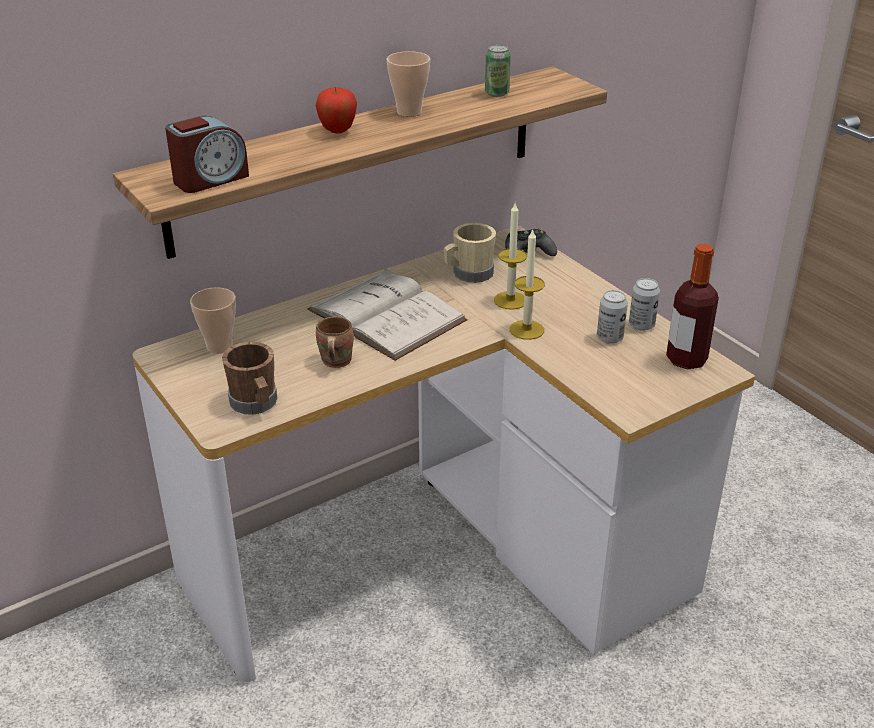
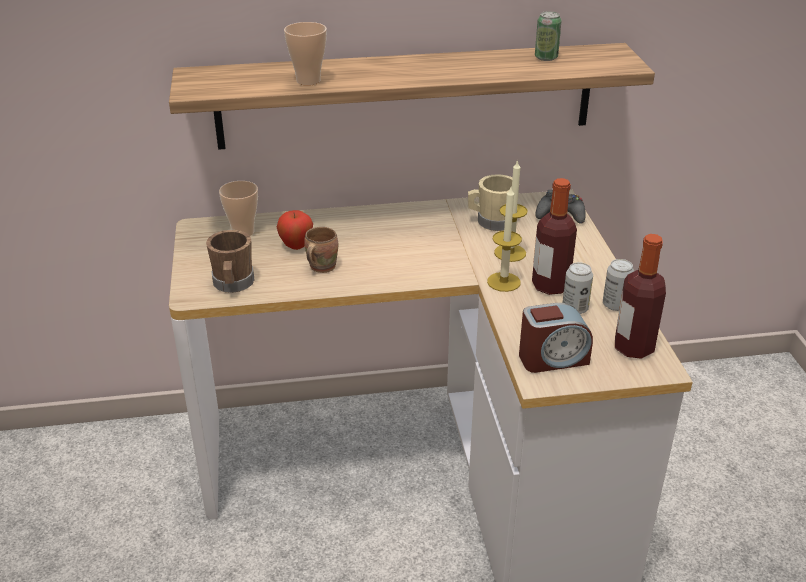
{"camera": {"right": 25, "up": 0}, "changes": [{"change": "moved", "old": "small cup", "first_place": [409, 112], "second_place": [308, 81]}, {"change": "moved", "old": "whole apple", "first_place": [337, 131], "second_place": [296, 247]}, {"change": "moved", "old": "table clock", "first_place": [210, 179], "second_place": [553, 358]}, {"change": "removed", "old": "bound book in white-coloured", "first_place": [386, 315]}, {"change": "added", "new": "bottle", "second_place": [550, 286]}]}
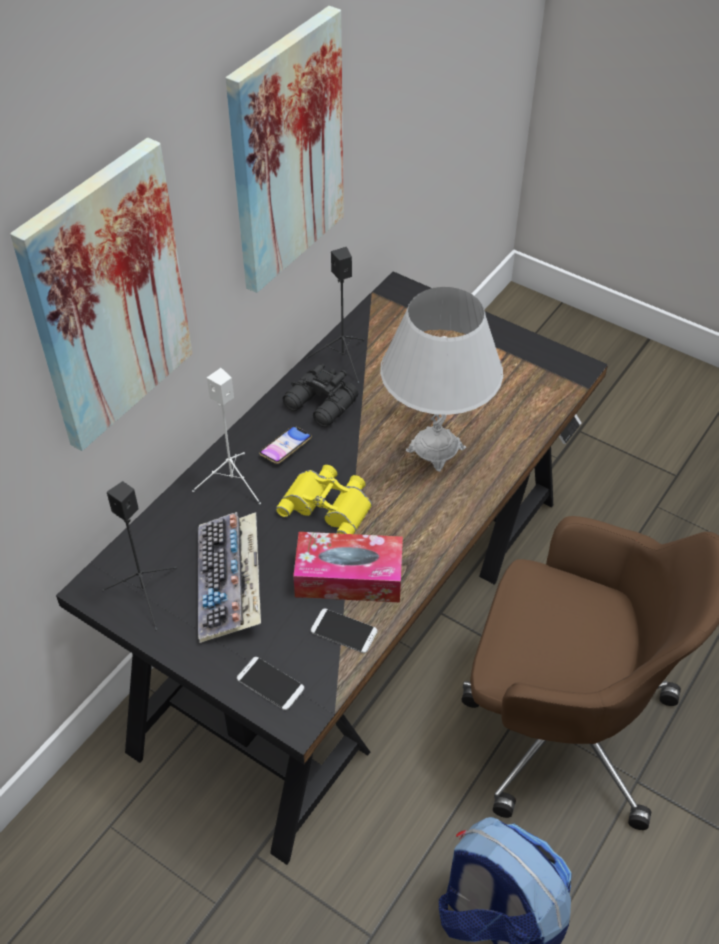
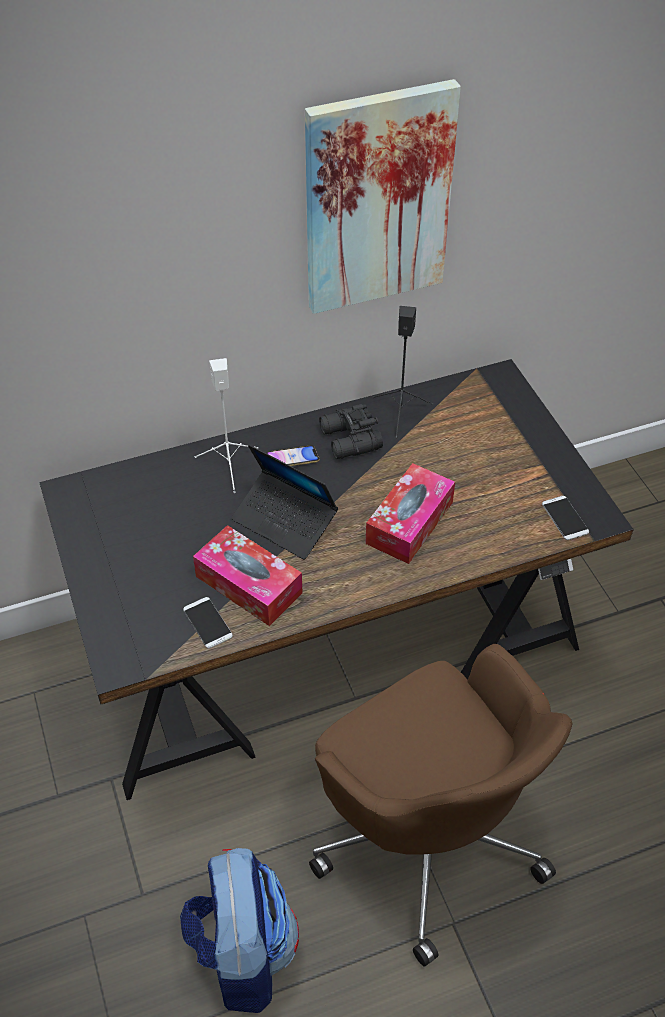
{"camera": {"right": 35, "up": 0}, "changes": [{"change": "removed", "old": "wall picture", "first_place": [106, 298]}, {"change": "replaced", "old": "tabletop lamp in white-coloured", "new": "tissue holder", "first_place": [435, 449], "second_place": [409, 522]}, {"change": "replaced", "old": "binoculars in yellow-coloured", "new": "laptop", "first_place": [329, 505], "second_place": [284, 521]}, {"change": "removed", "old": "speaker in black-coloured", "first_place": [145, 596]}, {"change": "removed", "old": "keyboard", "first_place": [230, 584]}, {"change": "moved", "old": "telephone", "first_place": [270, 684], "second_place": [565, 518]}]}
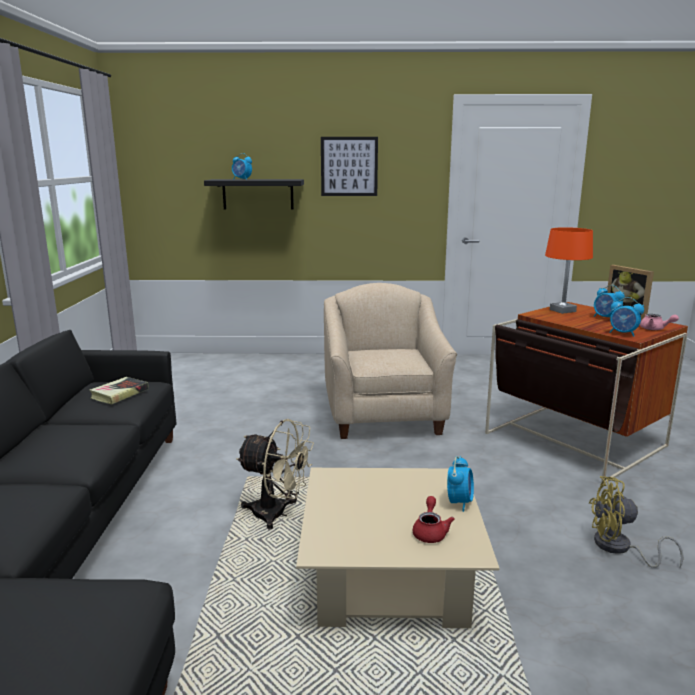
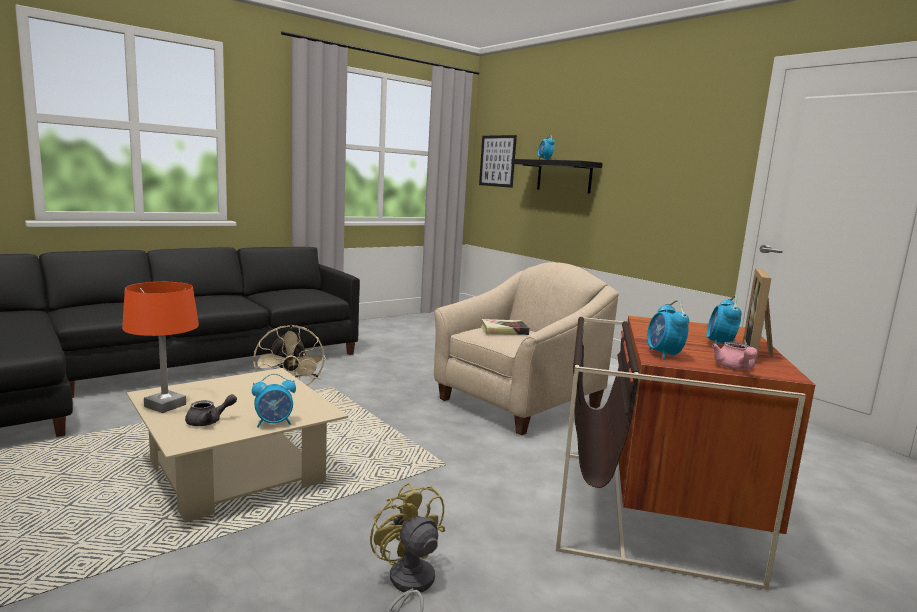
{"camera": {"right": 50, "up": -5}, "changes": [{"change": "moved", "old": "wall picture", "first_place": [349, 166], "second_place": [497, 161]}, {"change": "moved", "old": "tabletop lamp in orangey", "first_place": [562, 310], "second_place": [165, 405]}, {"change": "moved", "old": "bound book", "first_place": [119, 394], "second_place": [504, 331]}, {"change": "recoloured", "old": "teapot in red-coloured", "new": "teapot in greyish", "first_place": [430, 532], "second_place": [209, 421]}]}
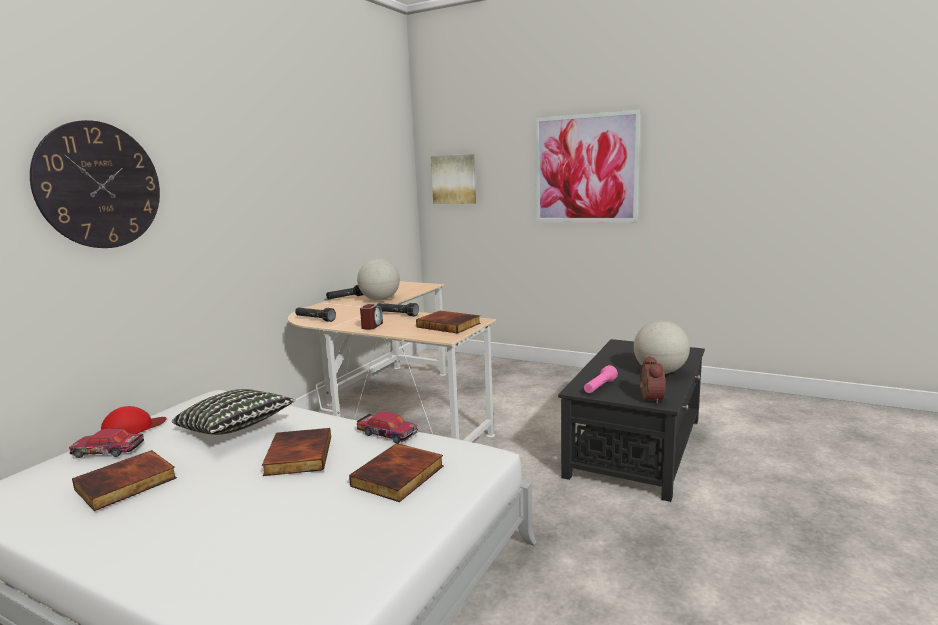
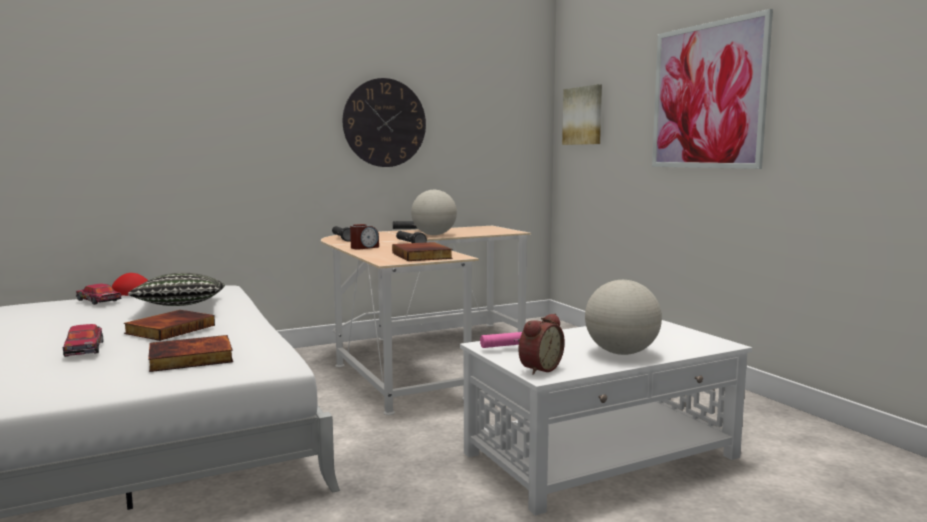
{"camera": {"right": 35, "up": -5}, "changes": [{"change": "moved", "old": "clock on the wall", "first_place": [99, 185], "second_place": [384, 123]}, {"change": "recoloured", "old": "lounge table in black-coloured", "new": "lounge table in white-coloured", "first_place": [636, 446], "second_place": [602, 455]}, {"change": "moved", "old": "toy car", "first_place": [387, 433], "second_place": [84, 348]}, {"change": "removed", "old": "bound book", "first_place": [126, 484]}]}
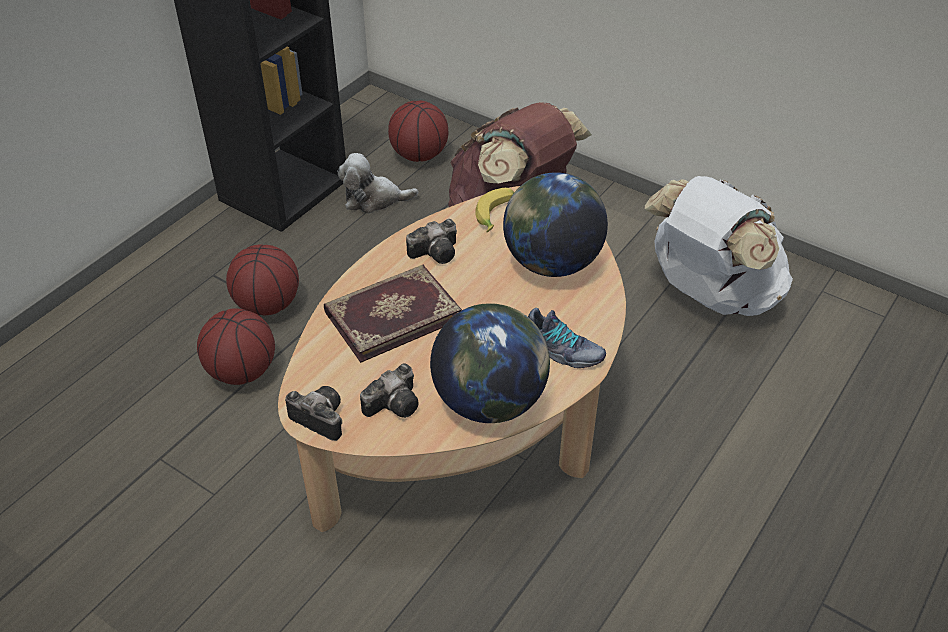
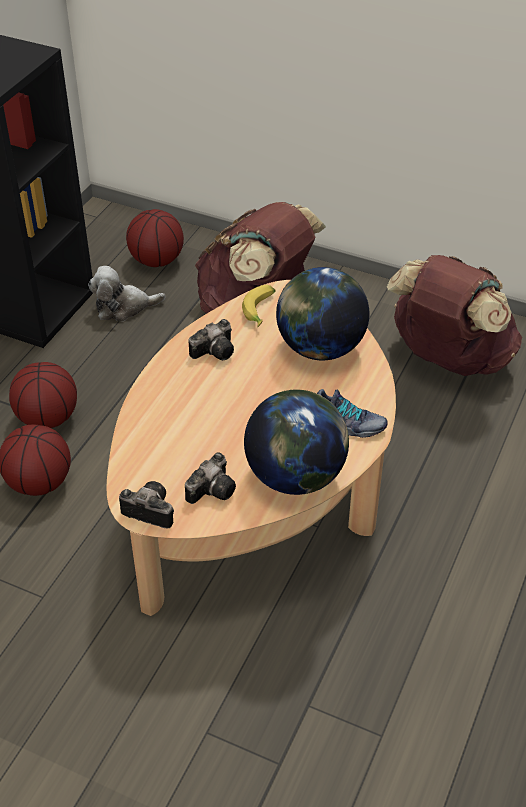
{"camera": {"right": -10, "up": 0}, "changes": [{"change": "recoloured", "old": "knapsack in white-coloured", "new": "knapsack in brown", "first_place": [709, 294], "second_place": [448, 359]}, {"change": "removed", "old": "bound book", "first_place": [391, 314]}]}
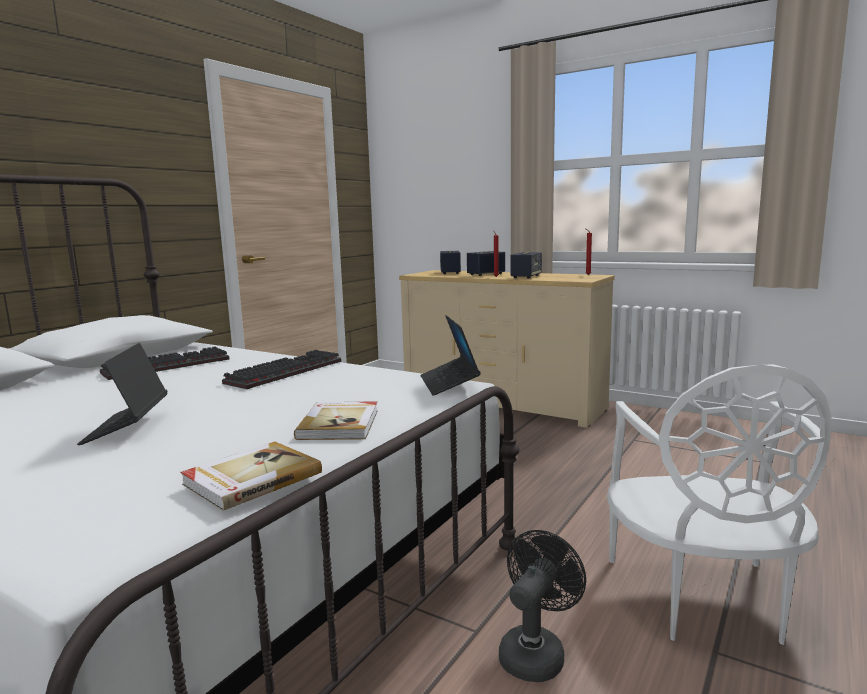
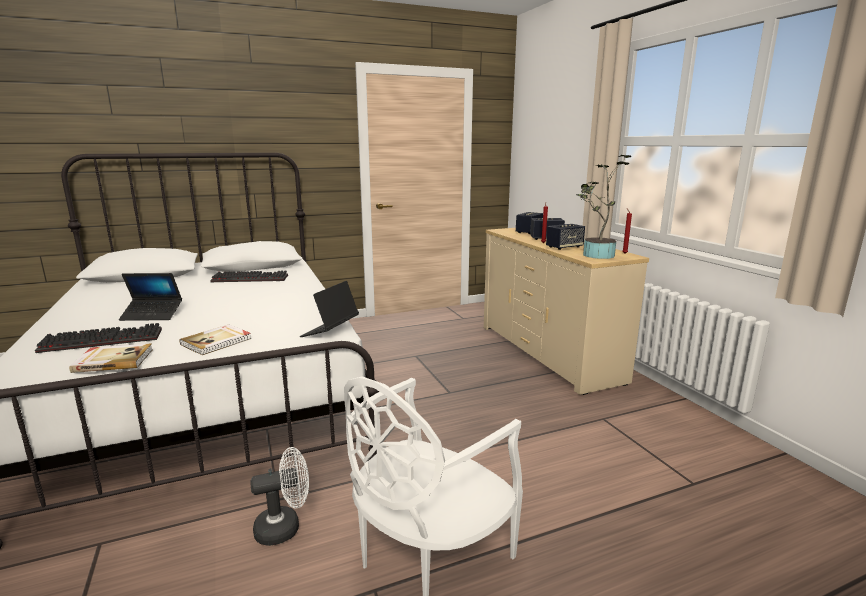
{"camera": {"right": 35, "up": 5}, "changes": [{"change": "turned", "old": "laptop", "first_place": [127, 427], "second_place": [152, 315], "degrees": -120}, {"change": "moved", "old": "keyboard", "first_place": [285, 371], "second_place": [105, 340]}, {"change": "recoloured", "old": "fan in black-coloured", "new": "fan in white-coloured", "first_place": [535, 652], "second_place": [285, 527]}, {"change": "added", "new": "potted plant", "second_place": [596, 256]}]}
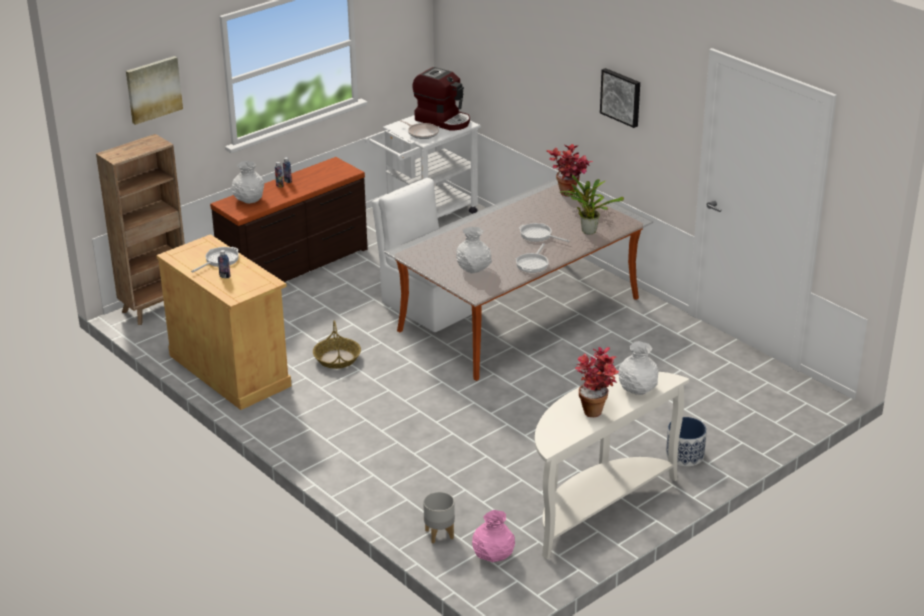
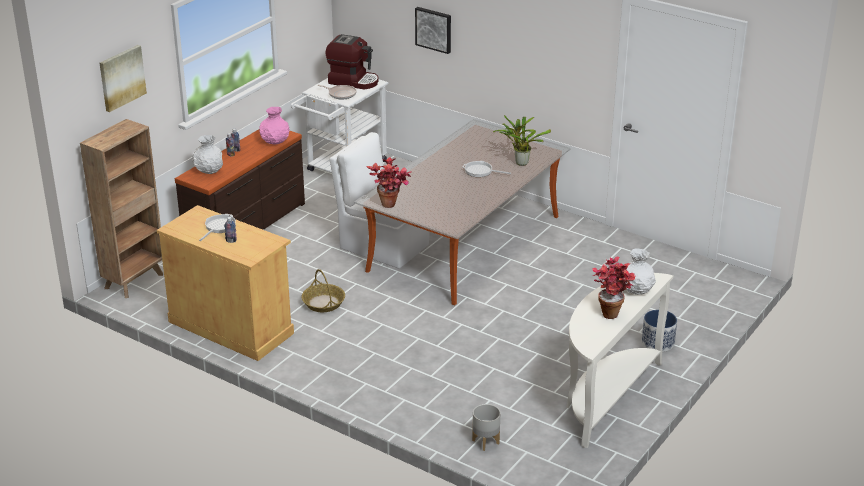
{"camera": {"right": -15, "up": 0}, "changes": [{"change": "moved", "old": "wall picture", "first_place": [621, 97], "second_place": [434, 29]}, {"change": "moved", "old": "potted plant", "first_place": [569, 196], "second_place": [391, 207]}, {"change": "removed", "old": "vase in white-coloured", "first_place": [474, 269]}, {"change": "removed", "old": "pan", "first_place": [533, 264]}, {"change": "moved", "old": "vase in pink-coloured", "first_place": [492, 556], "second_place": [274, 141]}]}
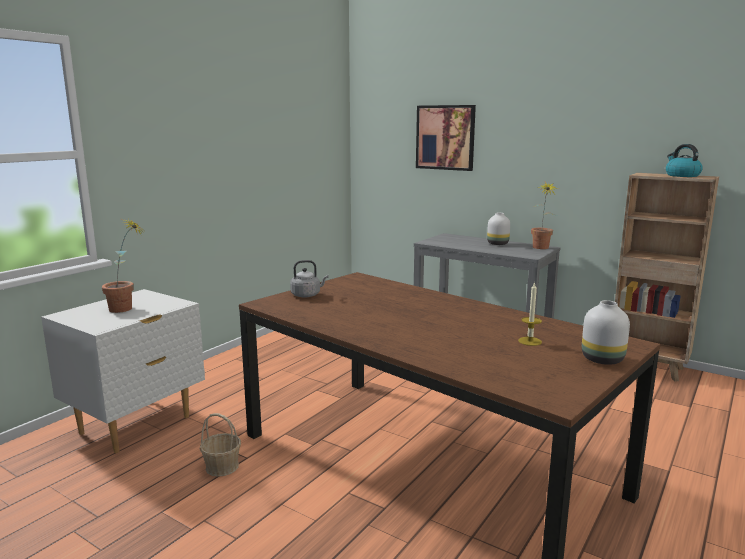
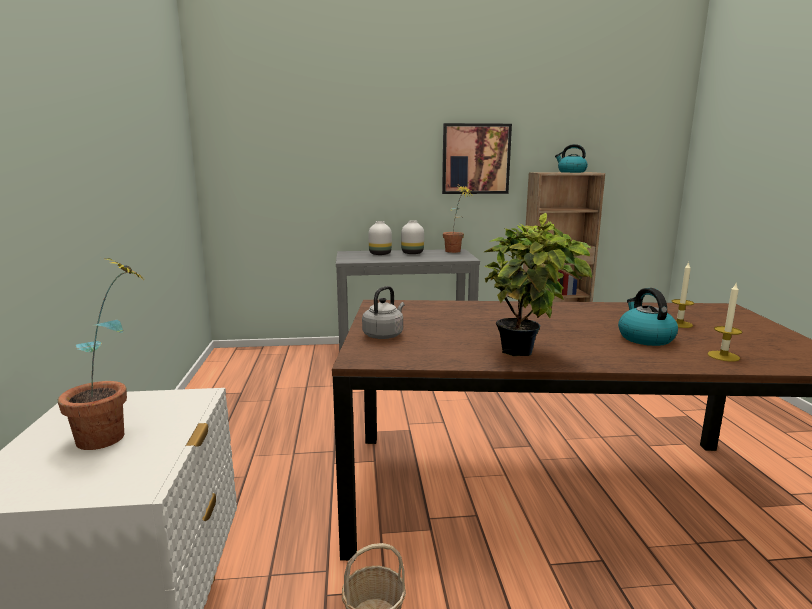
{"camera": {"right": -40, "up": 0}, "changes": [{"change": "moved", "old": "wall picture", "first_place": [445, 137], "second_place": [475, 159]}, {"change": "moved", "old": "vase in white-coloured", "first_place": [602, 359], "second_place": [379, 254]}, {"change": "added", "new": "potted plant", "second_place": [526, 353]}, {"change": "added", "new": "wax light", "second_place": [723, 356]}, {"change": "added", "new": "water kettle", "second_place": [644, 338]}]}
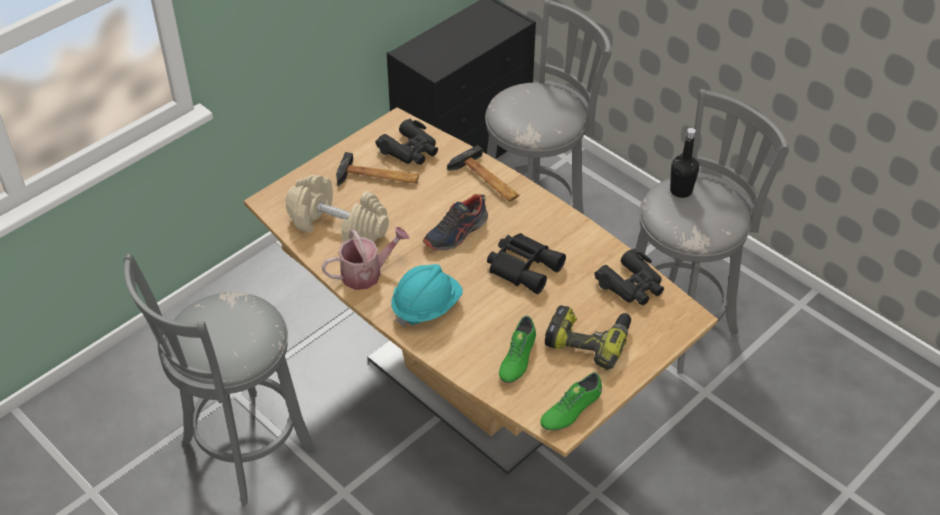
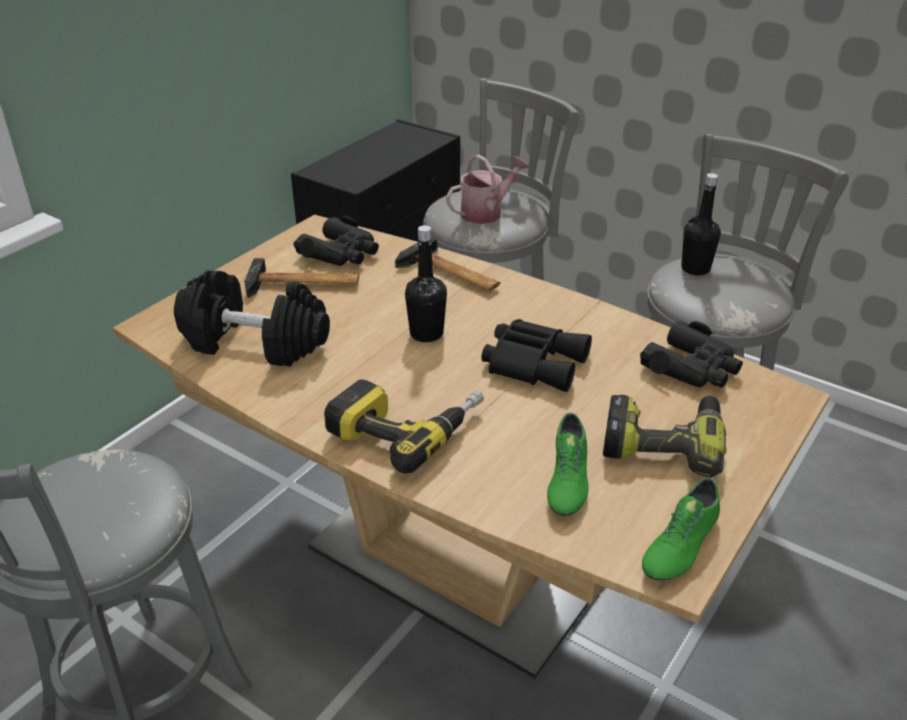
{"camera": {"right": -10, "up": -10}, "changes": [{"change": "recoloured", "old": "hand weight in sand-coloured", "new": "hand weight in black-coloured", "first_place": [339, 226], "second_place": [256, 342]}, {"change": "replaced", "old": "item of footwear", "new": "bottle in black-coloured", "first_place": [456, 233], "second_place": [426, 333]}, {"change": "moved", "old": "watering pot", "first_place": [366, 273], "second_place": [486, 212]}, {"change": "replaced", "old": "safety helmet in turquoise-coloured", "new": "drill", "first_place": [426, 307], "second_place": [406, 427]}]}
